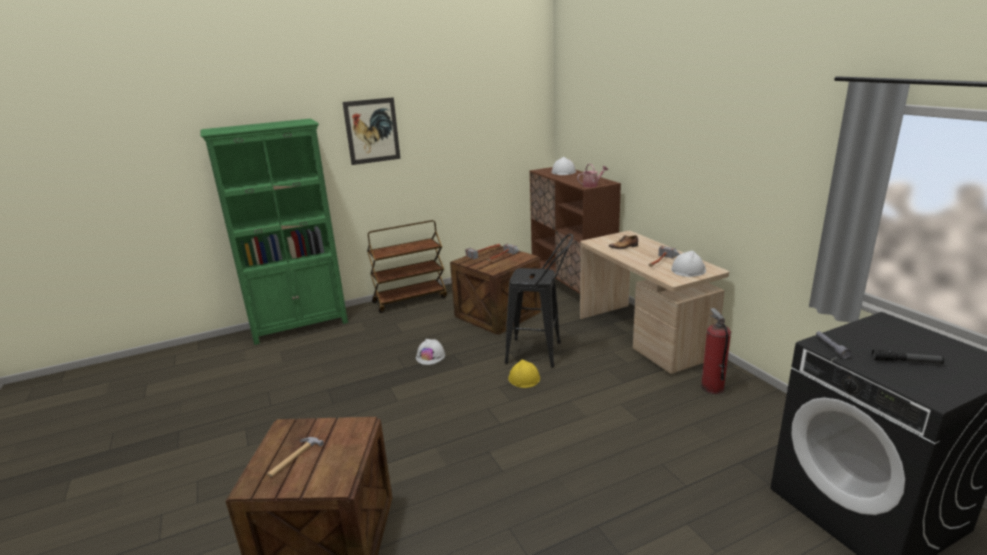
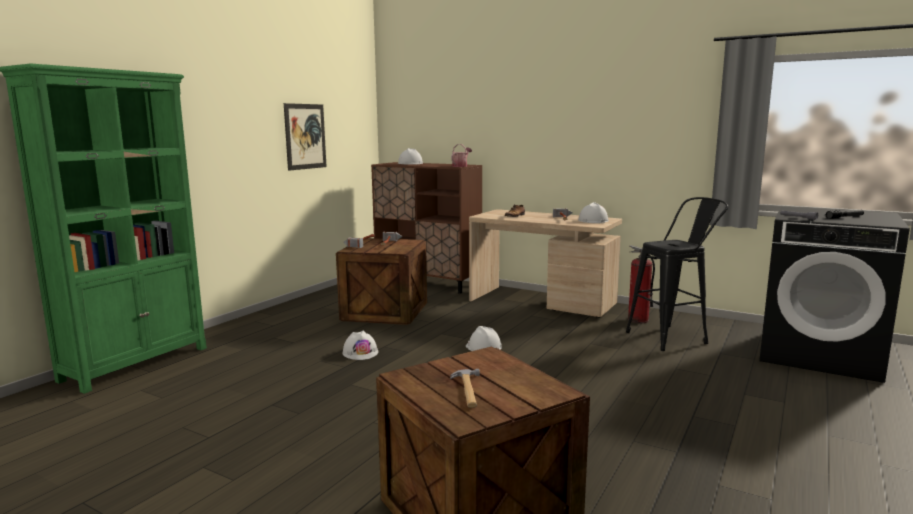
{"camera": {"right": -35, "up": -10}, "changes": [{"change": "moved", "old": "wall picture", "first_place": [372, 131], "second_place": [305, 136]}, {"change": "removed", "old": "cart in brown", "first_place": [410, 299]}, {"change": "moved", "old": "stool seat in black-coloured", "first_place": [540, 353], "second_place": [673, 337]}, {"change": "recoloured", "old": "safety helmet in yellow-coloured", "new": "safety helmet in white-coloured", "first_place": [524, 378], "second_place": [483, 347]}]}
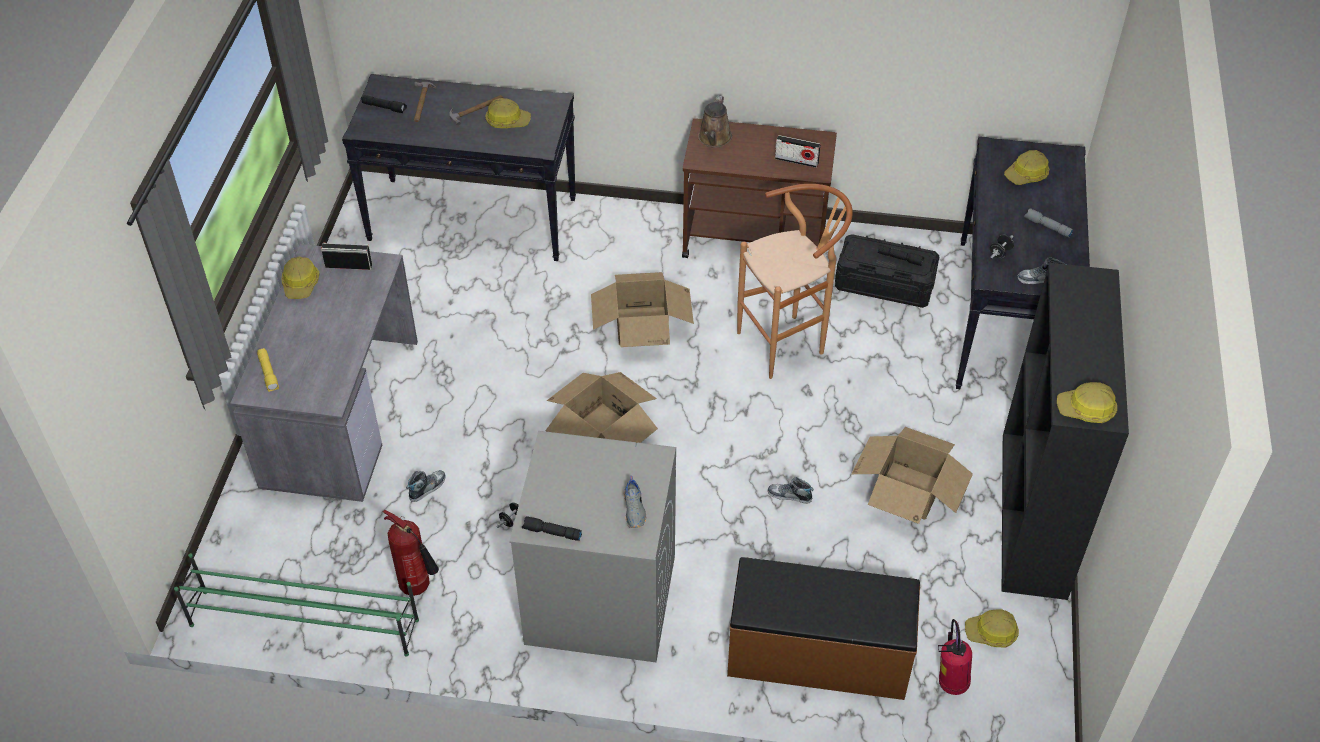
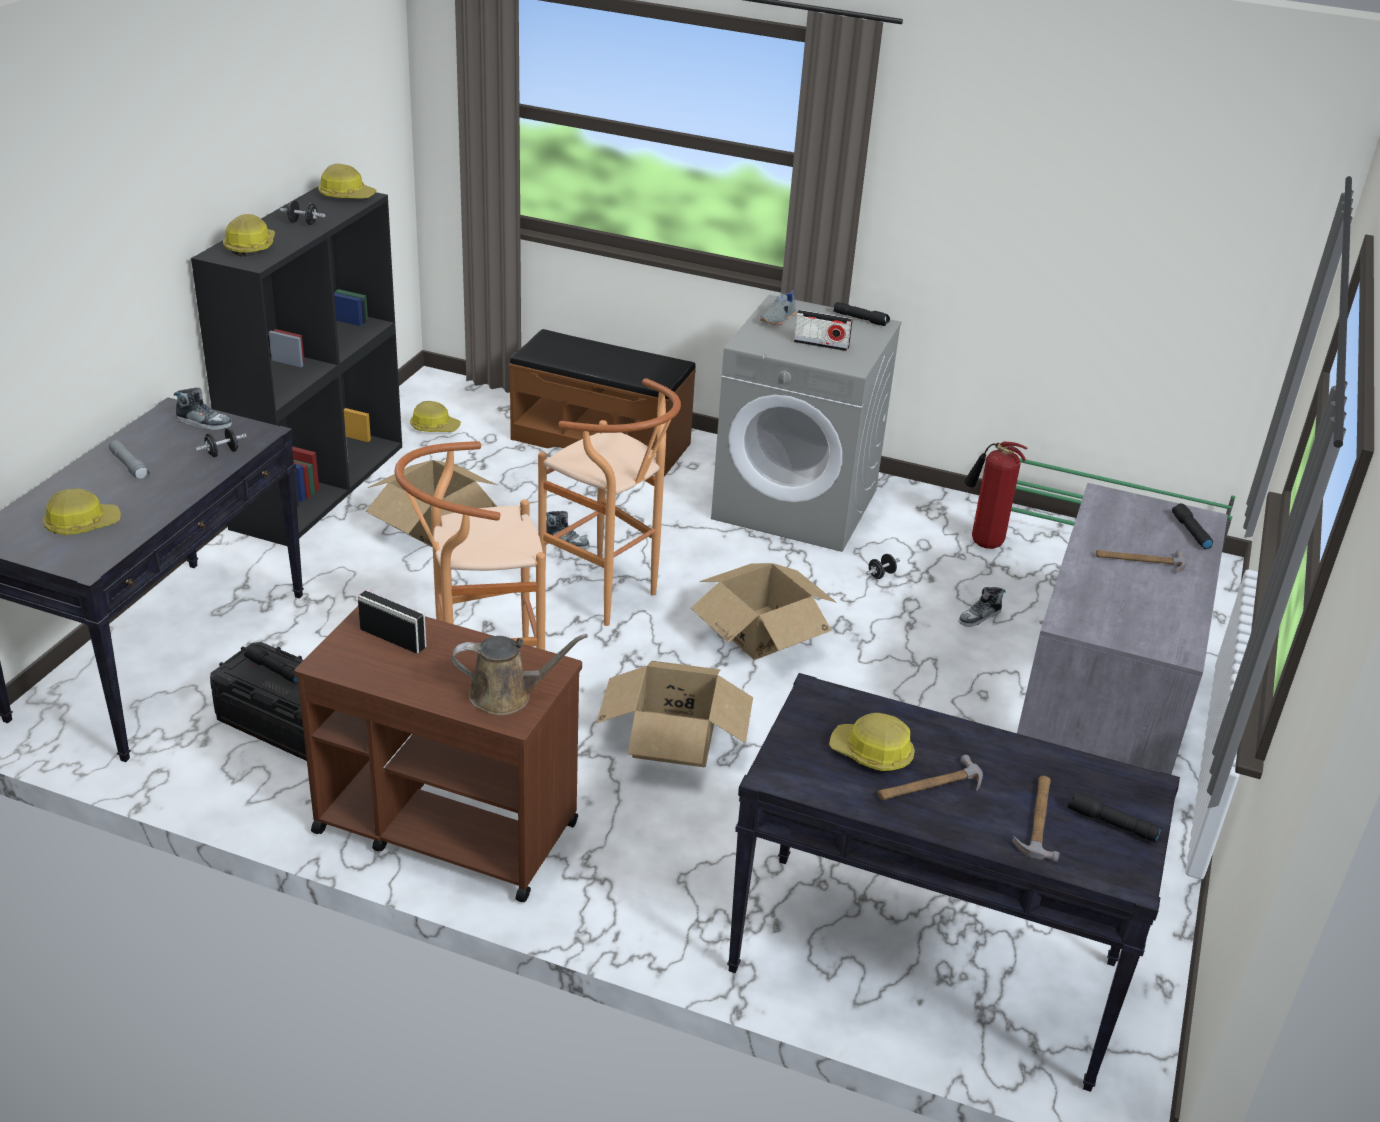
{"camera": {"right": -170, "up": -15}, "changes": [{"change": "turned", "old": "watering pot in brown", "first_place": [714, 139], "second_place": [507, 696], "degrees": 60}, {"change": "moved", "old": "radio", "first_place": [348, 265], "second_place": [821, 344]}, {"change": "moved", "old": "safety helmet", "first_place": [301, 284], "second_place": [250, 246]}, {"change": "recoloured", "old": "flashlight in yellow-coloured", "new": "flashlight in black-coloured", "first_place": [269, 373], "second_place": [1190, 532]}, {"change": "turned", "old": "item of footwear in greyish", "first_place": [635, 510], "second_place": [778, 319], "degrees": -150}, {"change": "removed", "old": "extinguisher", "first_place": [950, 682]}, {"change": "added", "new": "hand weight in black-coloured", "second_place": [303, 223]}, {"change": "added", "new": "stool seat in brown", "second_place": [608, 597]}, {"change": "added", "new": "hammer", "second_place": [1140, 561]}]}
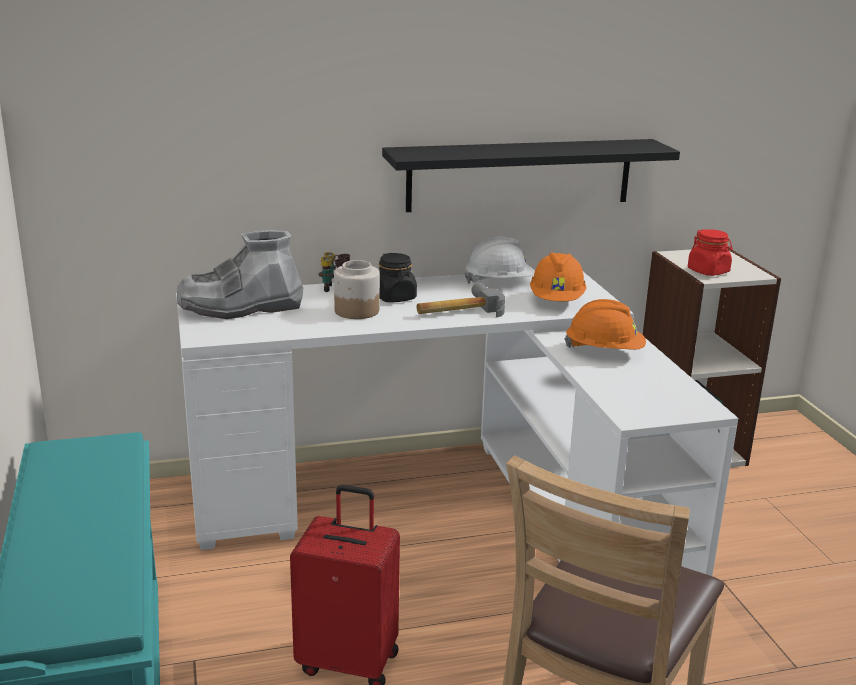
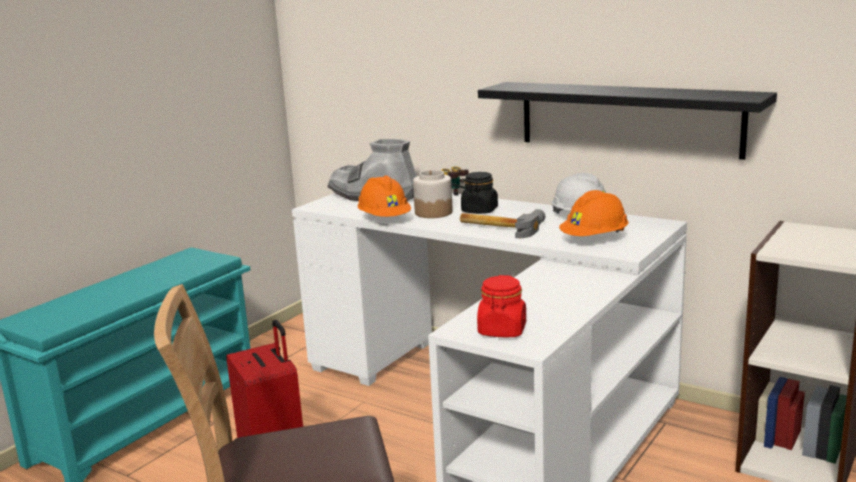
{"camera": {"right": 50, "up": -5}, "changes": [{"change": "moved", "old": "storage jar in red-coloured", "first_place": [708, 271], "second_place": [502, 330]}, {"change": "moved", "old": "safety helmet in orangey", "first_place": [604, 351], "second_place": [385, 219]}]}
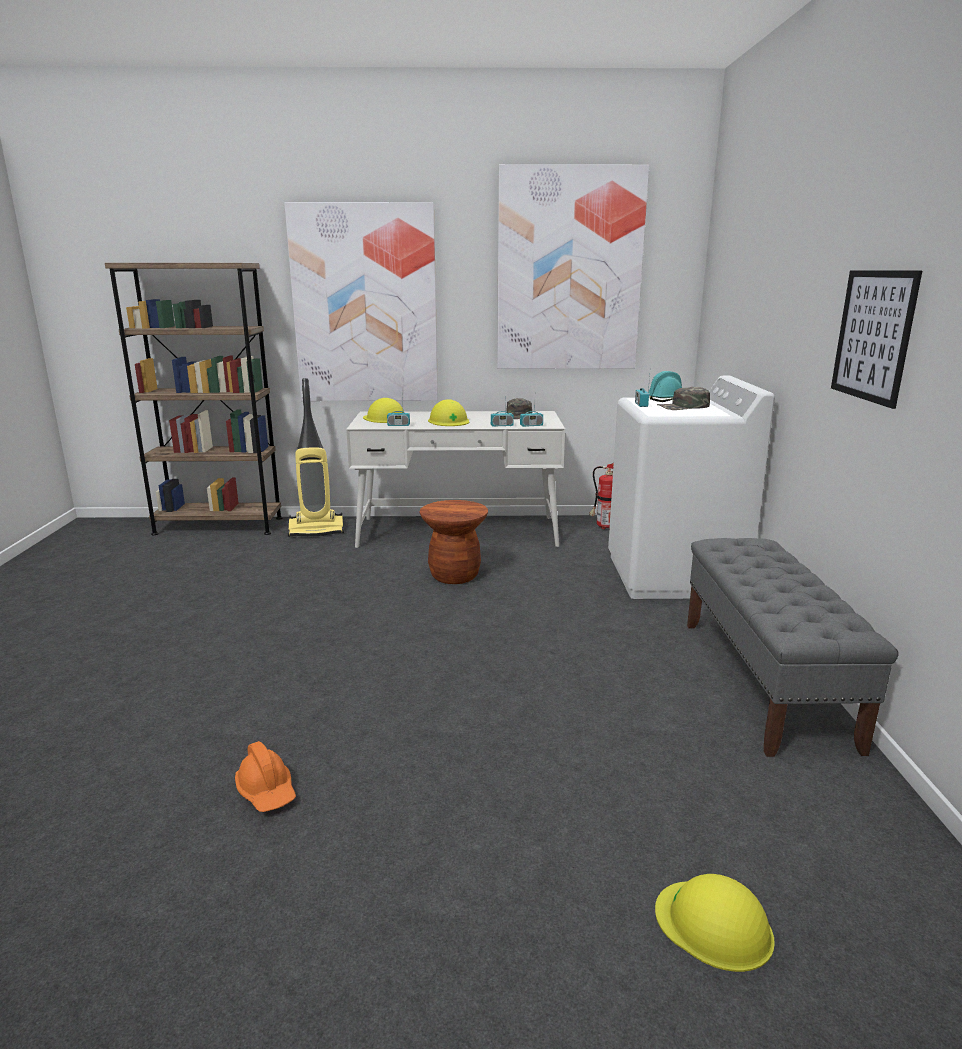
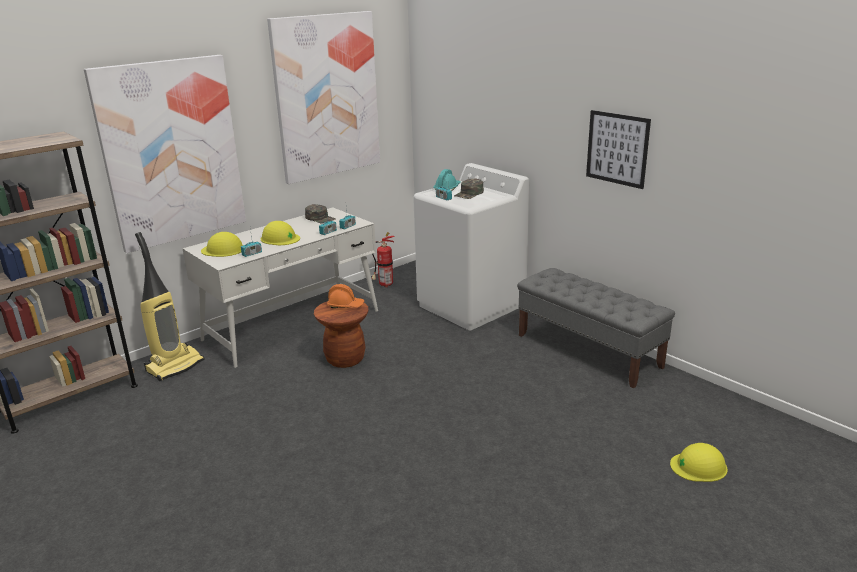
{"camera": {"right": -40, "up": 5}, "changes": [{"change": "moved", "old": "safety helmet in orangey", "first_place": [267, 791], "second_place": [345, 305]}]}
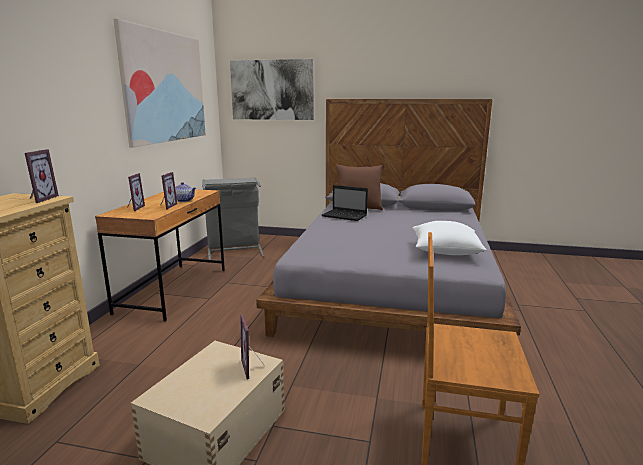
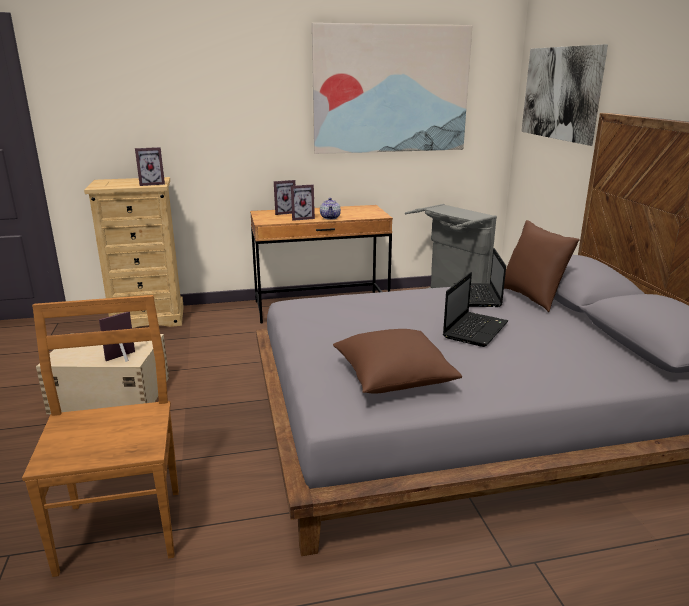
{"camera": {"right": 65, "up": 5}, "changes": [{"change": "recoloured", "old": "throw pillow in white-coloured", "new": "throw pillow in brown", "first_place": [445, 251], "second_place": [393, 379]}, {"change": "added", "new": "laptop", "second_place": [475, 329]}]}
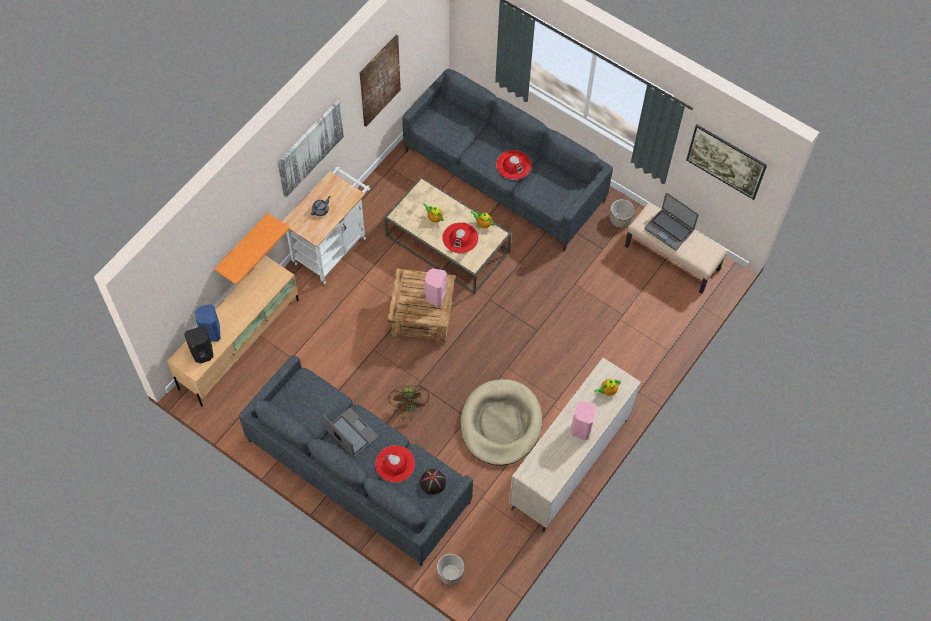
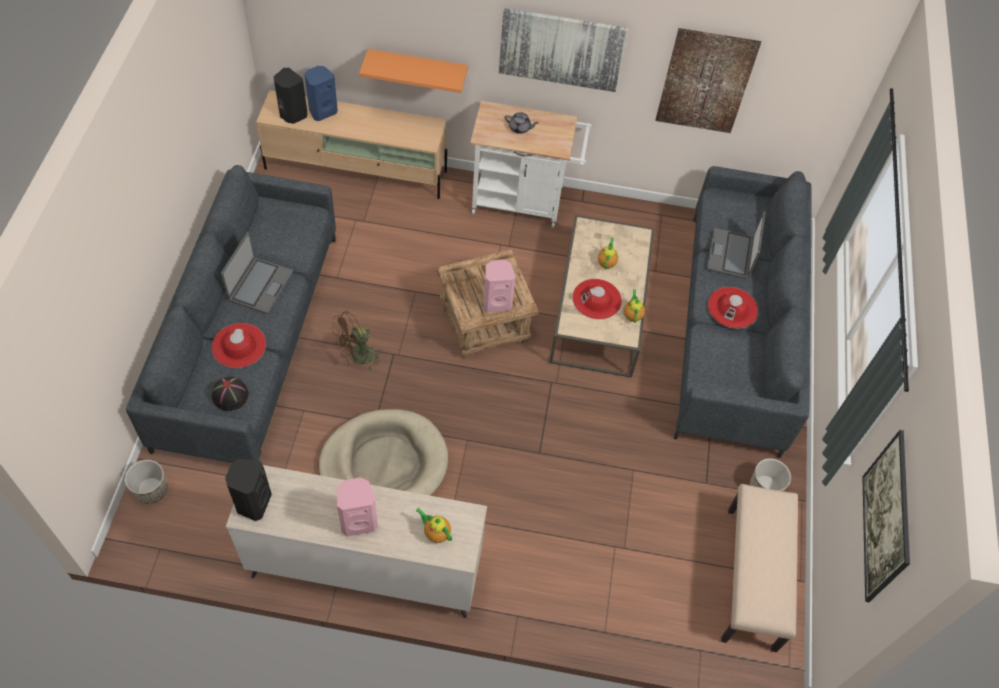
{"camera": {"right": 60, "up": -5}, "changes": [{"change": "moved", "old": "laptop", "first_place": [669, 229], "second_place": [731, 254]}, {"change": "added", "new": "speaker in black-coloured", "second_place": [252, 503]}]}
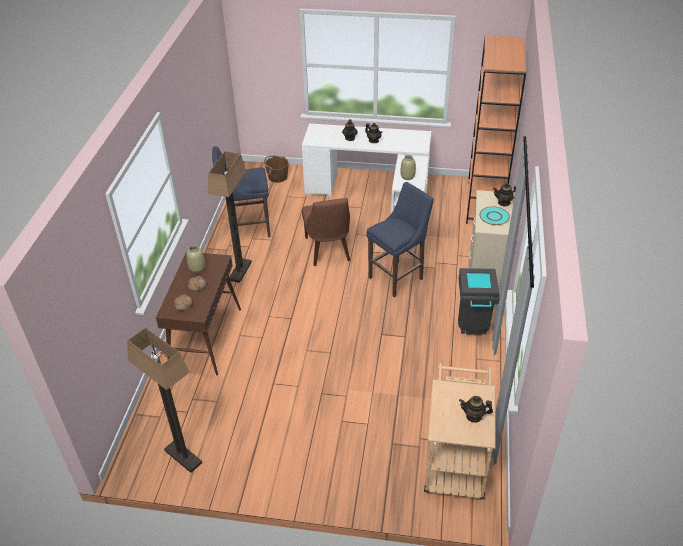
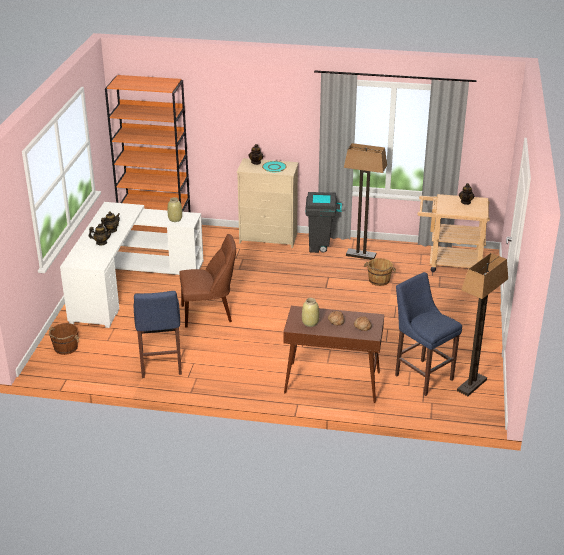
{"camera": {"right": -90, "up": -10}, "changes": [{"change": "moved", "old": "floor lamp", "first_place": [240, 271], "second_place": [360, 255]}, {"change": "moved", "old": "stool seat in bluish", "first_place": [398, 277], "second_place": [422, 376]}, {"change": "added", "new": "water bucket in brown", "second_place": [379, 280]}]}
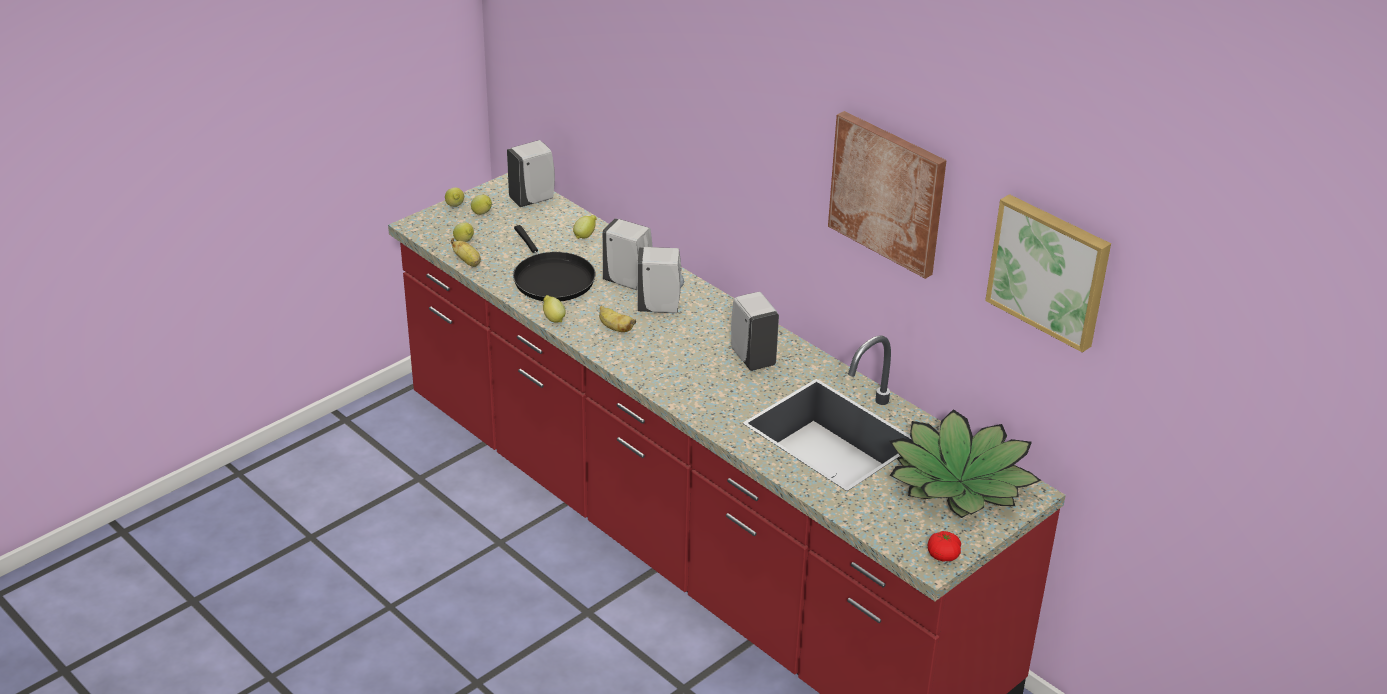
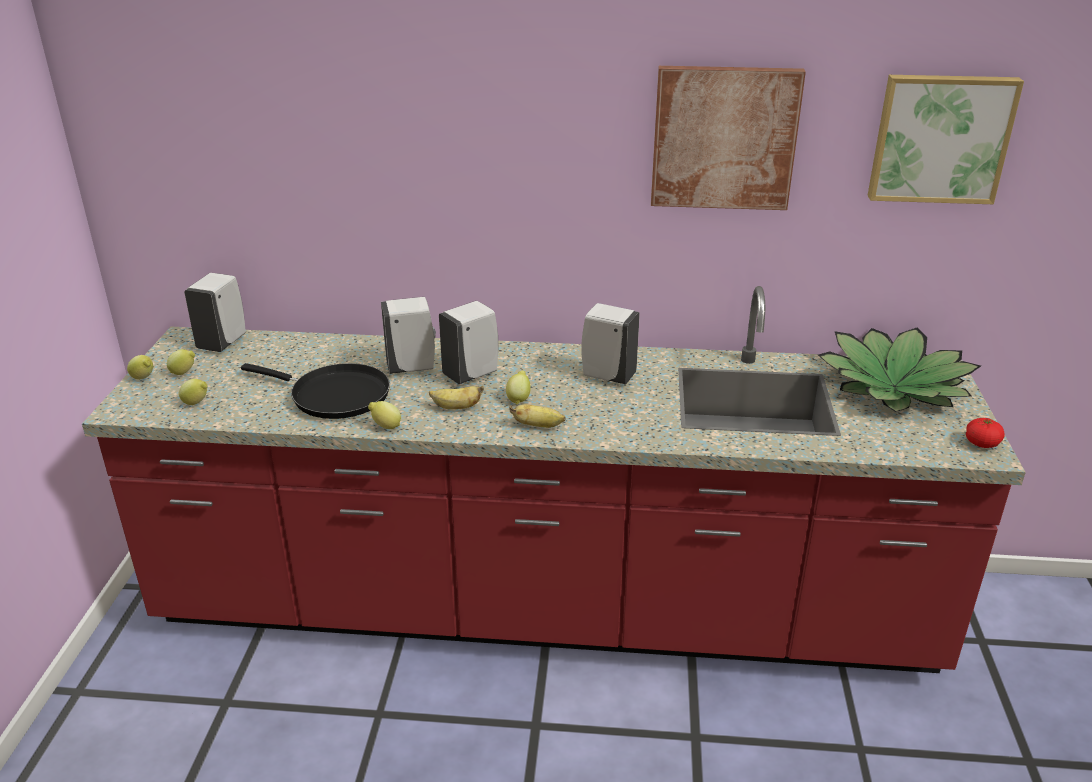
{"camera": {"right": -40, "up": -5}, "changes": [{"change": "moved", "old": "lemon", "first_place": [585, 236], "second_place": [519, 399]}, {"change": "moved", "old": "banana fruit", "first_place": [468, 262], "second_place": [538, 426]}]}
